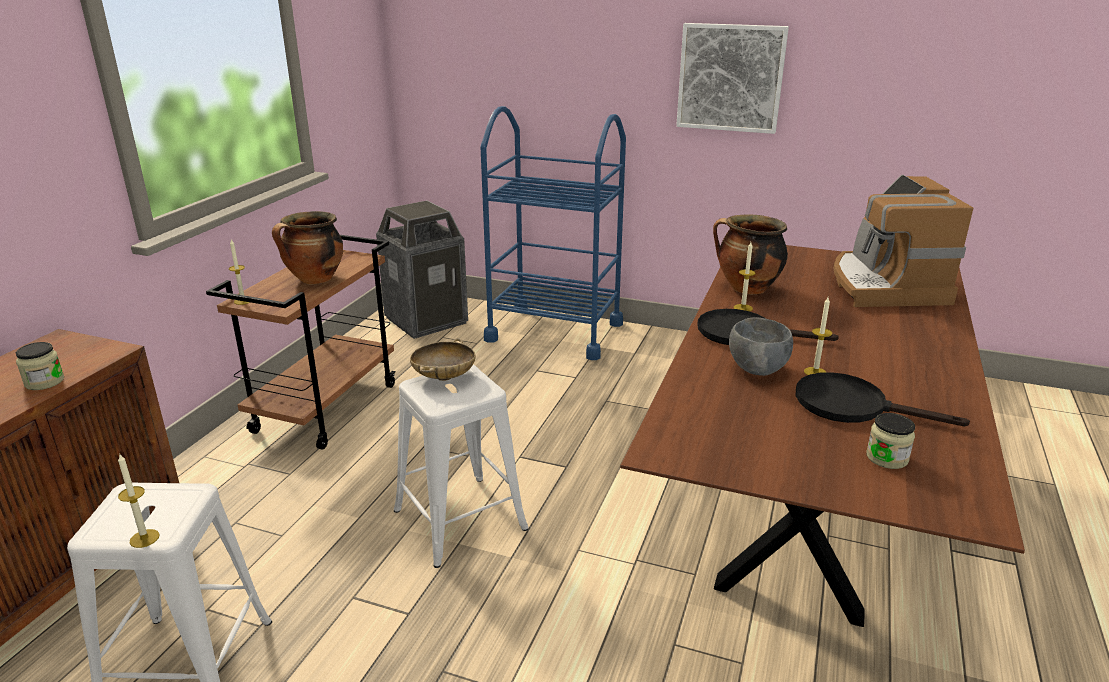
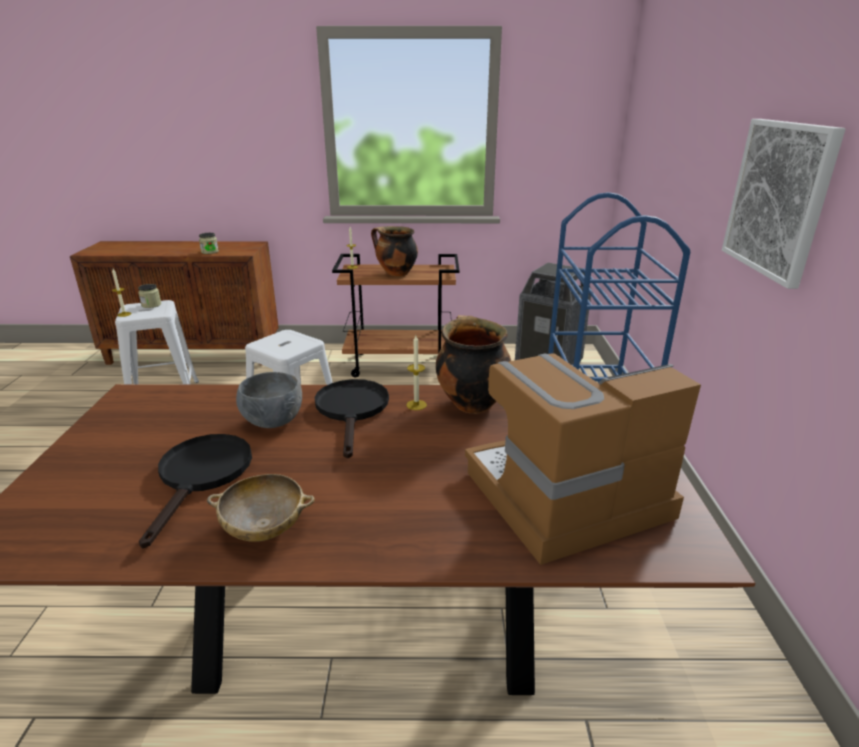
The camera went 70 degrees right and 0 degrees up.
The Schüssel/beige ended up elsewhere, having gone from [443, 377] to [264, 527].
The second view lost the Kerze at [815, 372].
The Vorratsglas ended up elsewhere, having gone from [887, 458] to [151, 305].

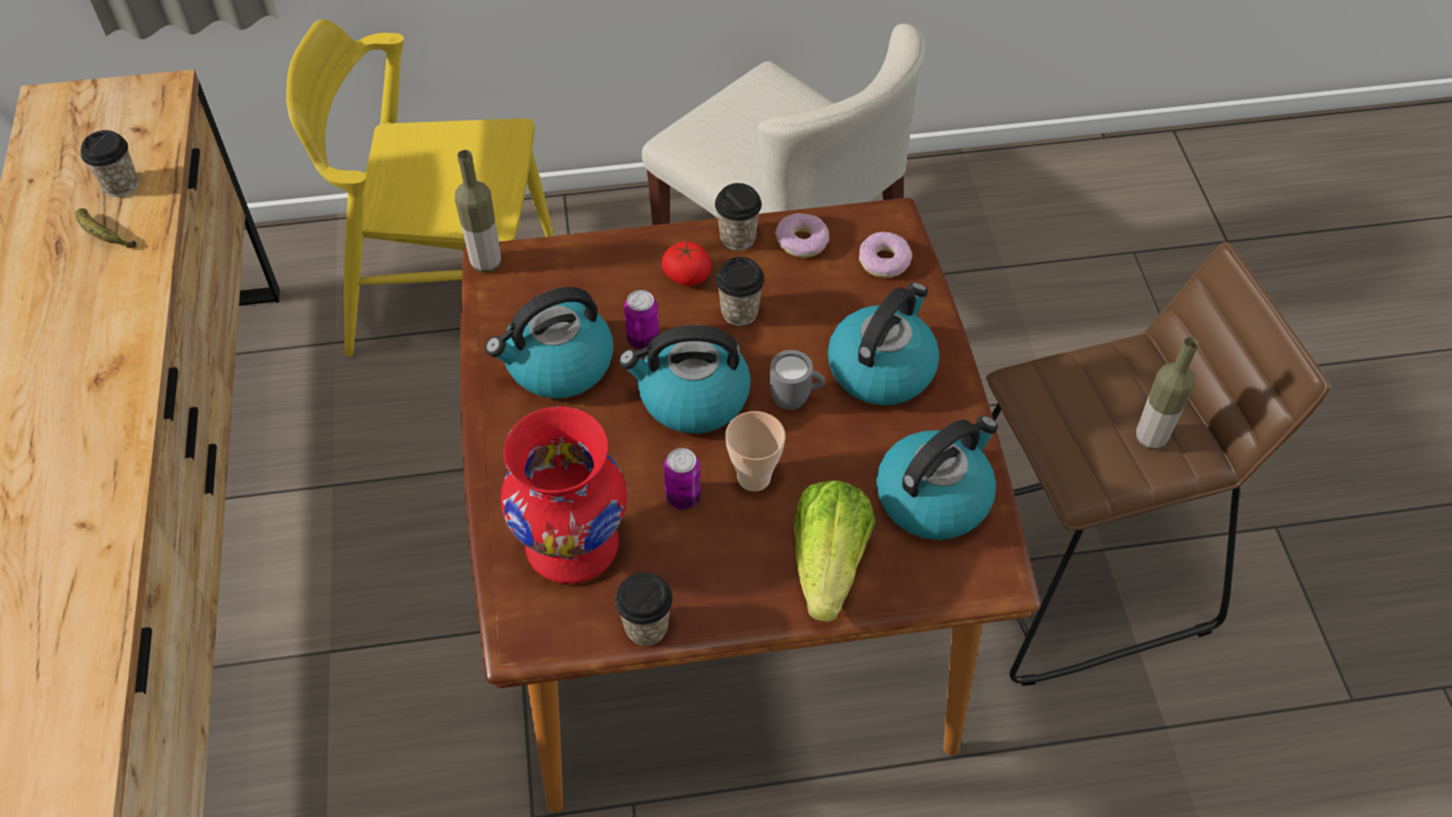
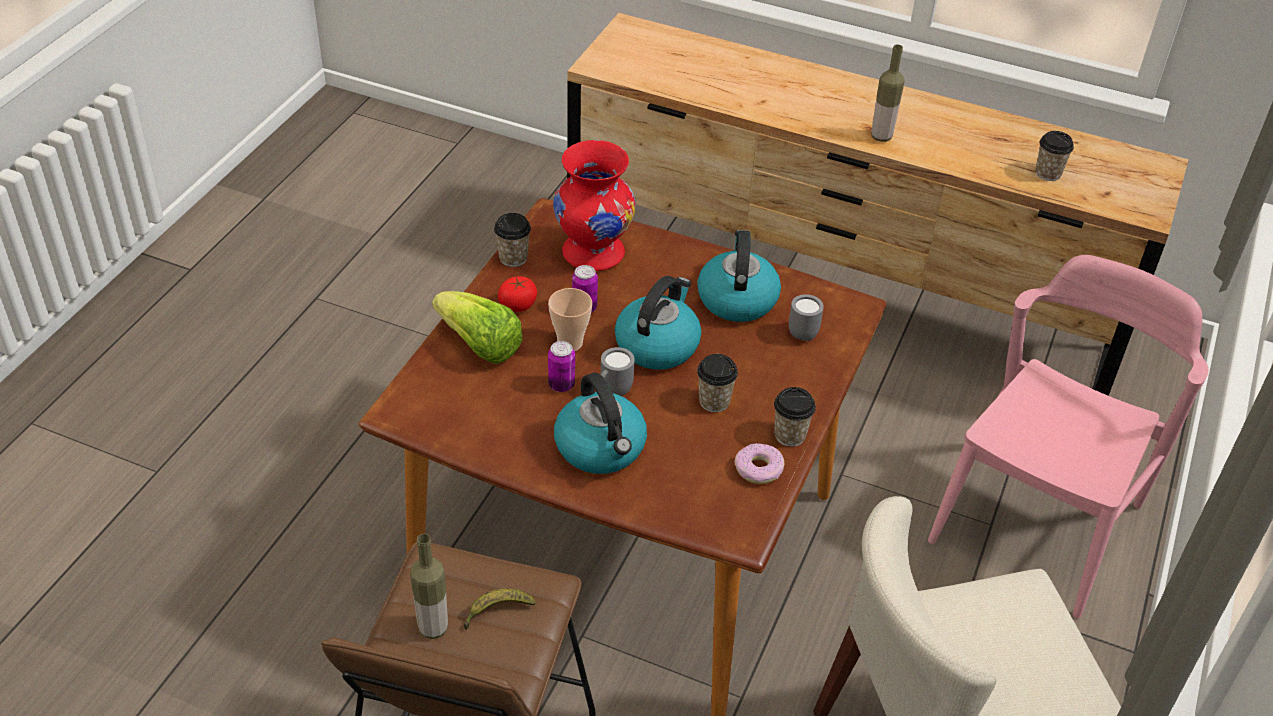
The camera went 120 degrees right and 10 degrees down.
The Banane ended up elsewhere, having gone from [104, 236] to [497, 612].
What was the Stuhl/gelb at [452, 294] turned into the Stuhl/rosa at [1037, 524].
The Flasche ended up elsewhere, having gone from [486, 263] to [881, 137].
The Dose ended up elsewhere, having gone from [643, 340] to [561, 385].
The Tomate ended up elsewhere, having gone from [687, 275] to [518, 304].
The second view lost the Donut at [884, 261].
The second view lost the Wasserkessel at [934, 497].
The second view gained the Henkelbecher/grau at [805, 332].

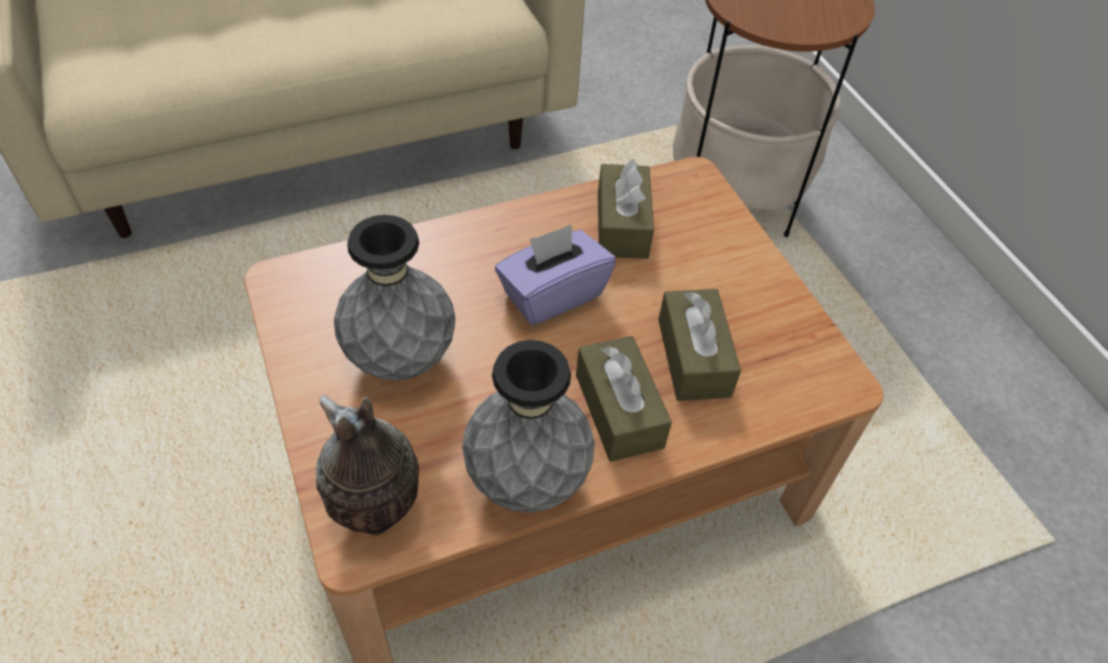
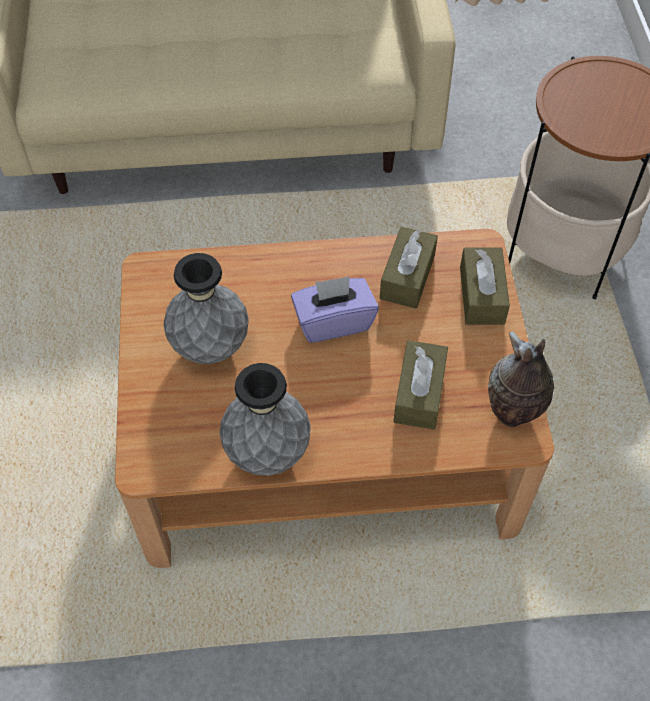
The camera went 20 degrees right and 5 degrees up.
The Vase ended up elsewhere, having gone from [376, 515] to [511, 414].
The Taschentuchbox/braun ended up elsewhere, having gone from [619, 410] to [481, 295].

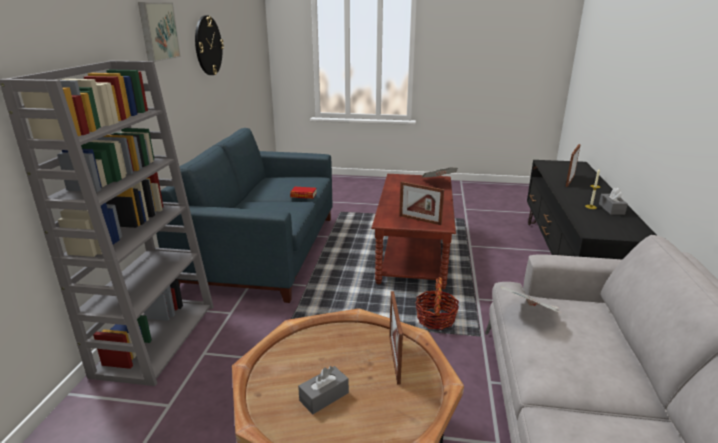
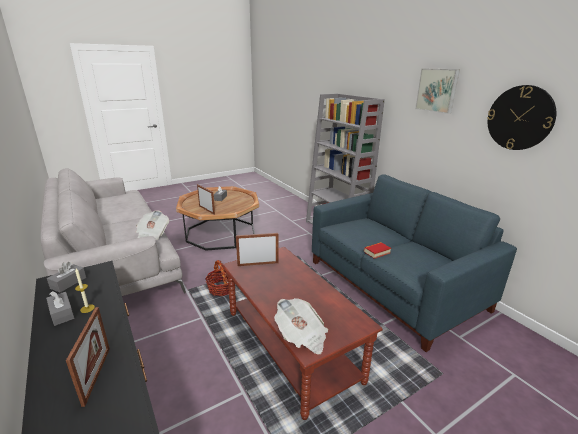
The camera went 140 degrees right and 0 degrees up.
The second view gained the Taschentuchbox/grau at [68, 283].

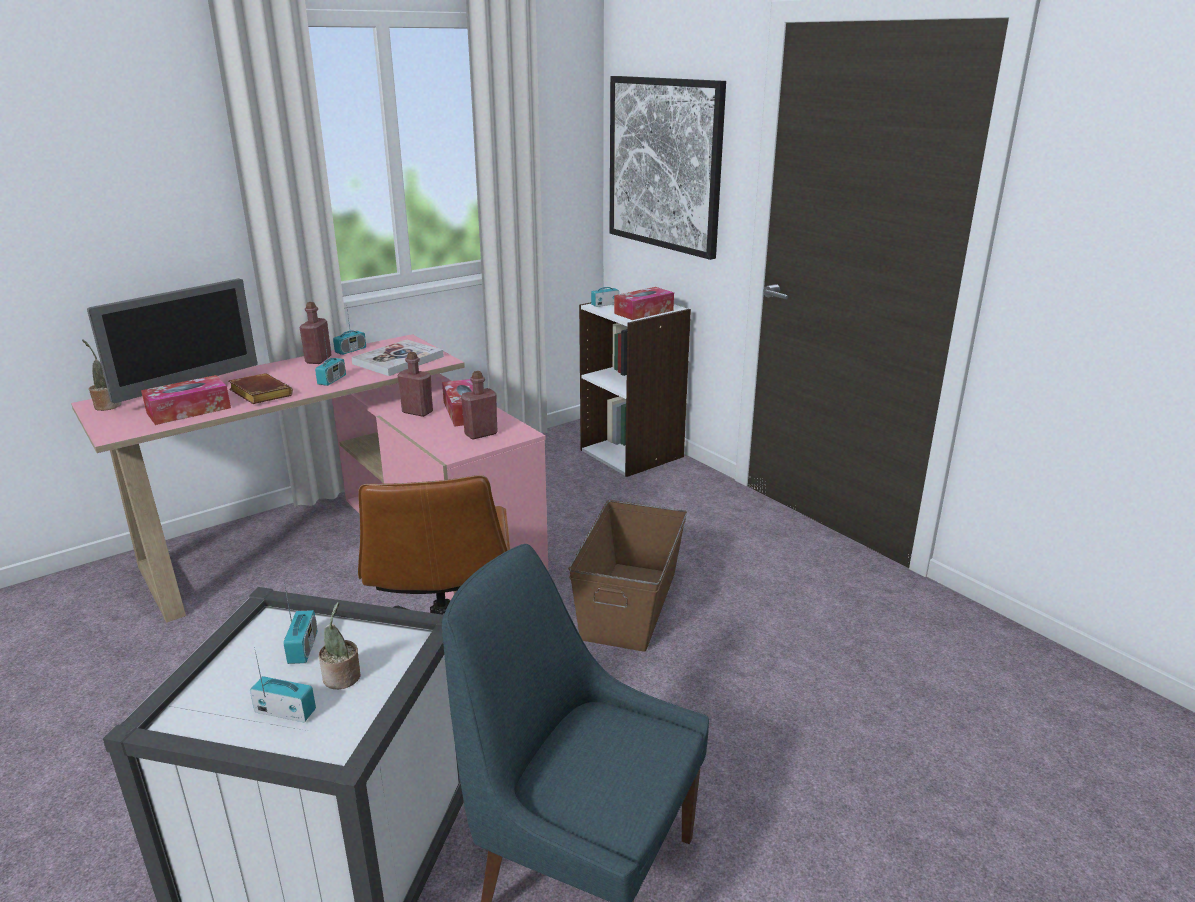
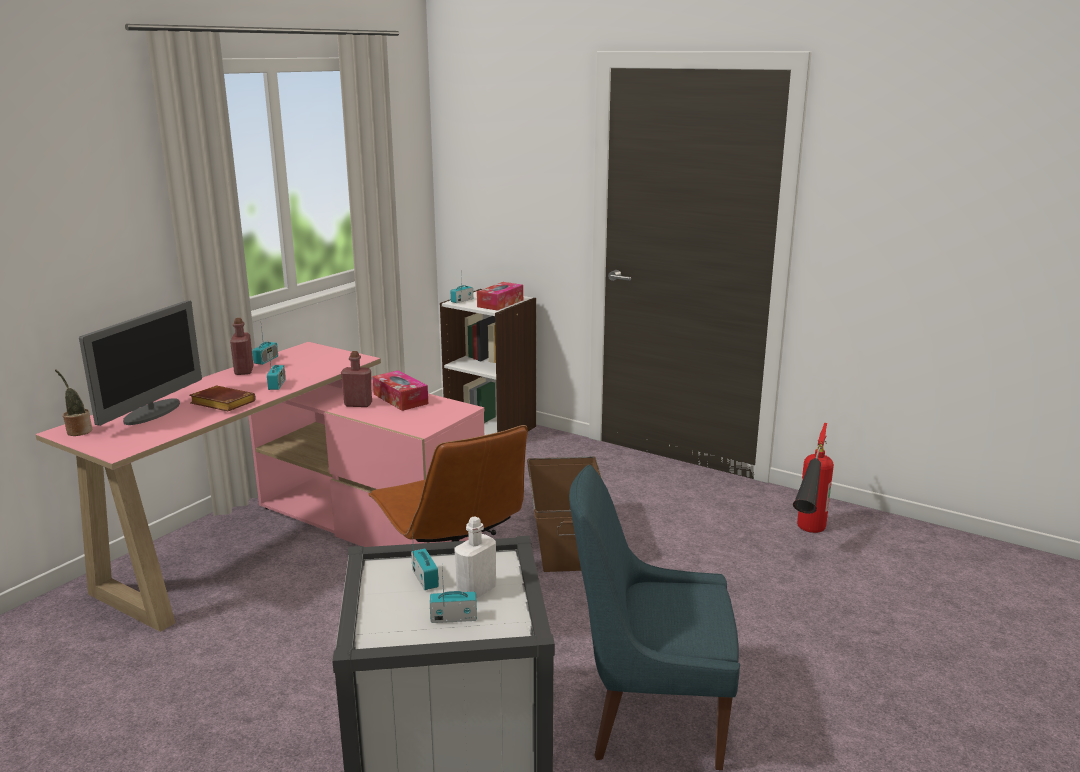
The camera went 20 degrees left and 5 degrees down.
The second view lost the Taschentuchbox at [189, 410].
Where the Topfpflanze stood at [342, 679], the Flasche/weiß came to stand at [476, 591].
The second view lost the Buch at [398, 360].
The second view lost the Flasche/rot at [481, 434].
The second view lost the Bild at [664, 164].
The second view gained the Feuerlöscher at [806, 538].

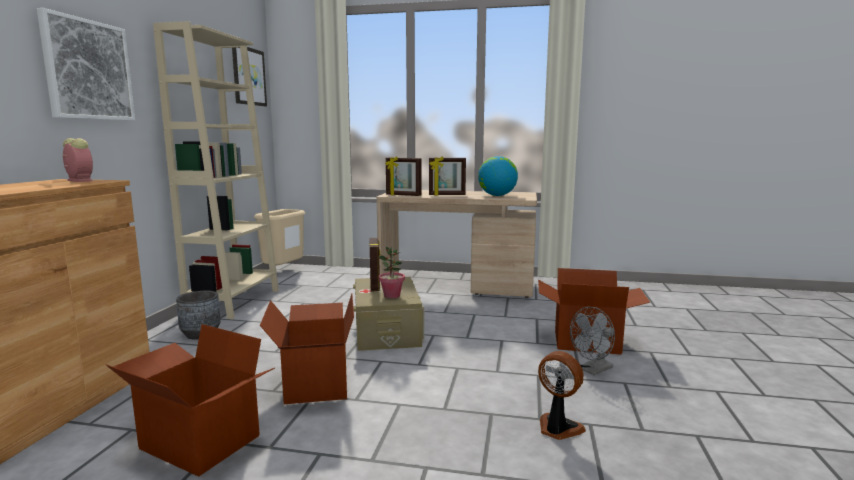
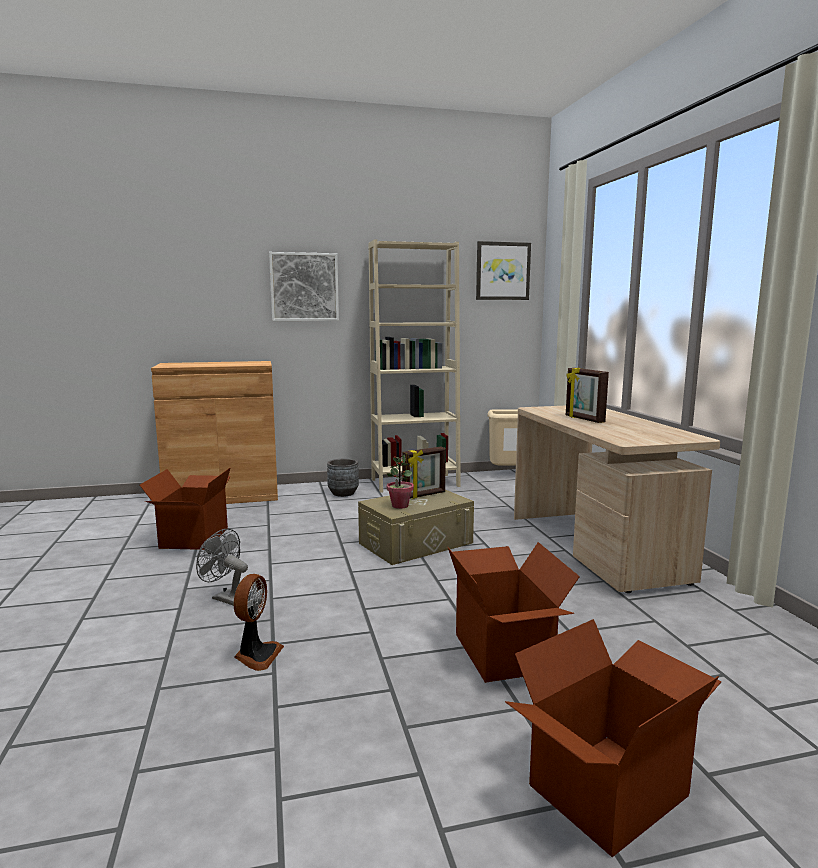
The camera went 65 degrees right and 0 degrees up.
The second view lost the Wecker at [79, 180].
The Karton ended up elsewhere, having gone from [315, 384] to [606, 788].
The second view lost the Bilderrahmen at [403, 195].
The second view lost the Globus at [497, 195].
The Ventilator/grau ended up elsewhere, having gone from [593, 370] to [226, 598].

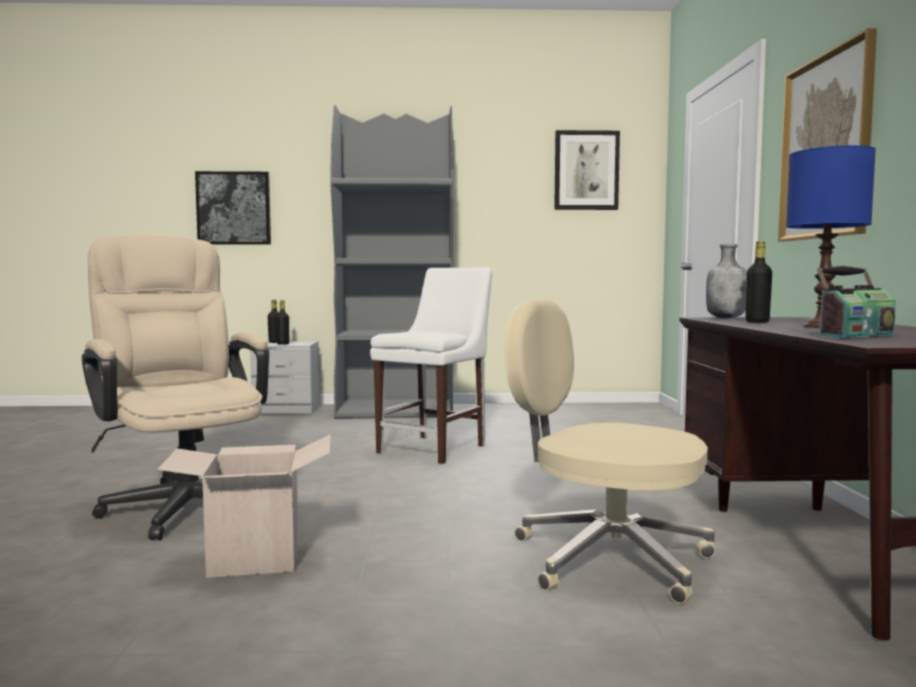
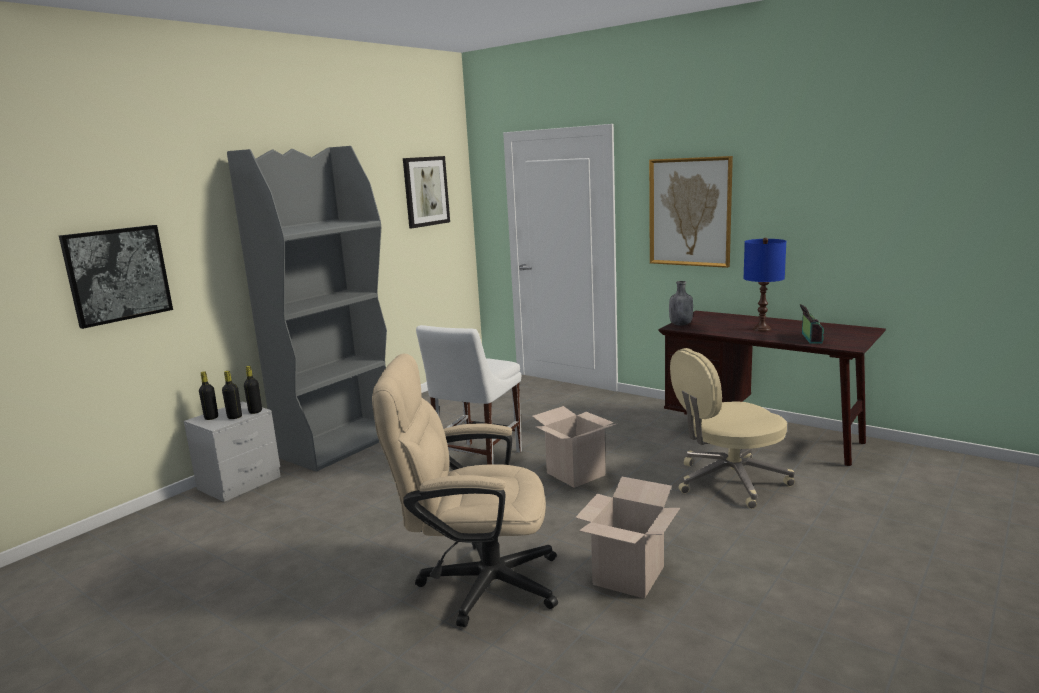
The camera went 50 degrees left and 10 degrees up.
The Stuhl/weiß at [436, 448] ended up facing another way, 135 degrees counterclockwise from before.
The Flasche/schwarz ended up elsewhere, having gone from [757, 322] to [255, 411].
The second view gained the Karton at [575, 474].

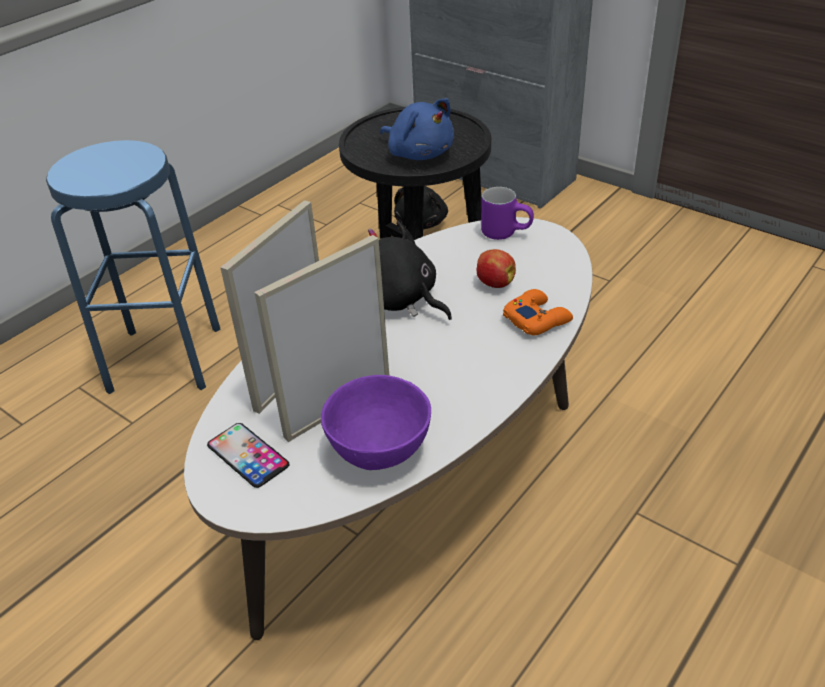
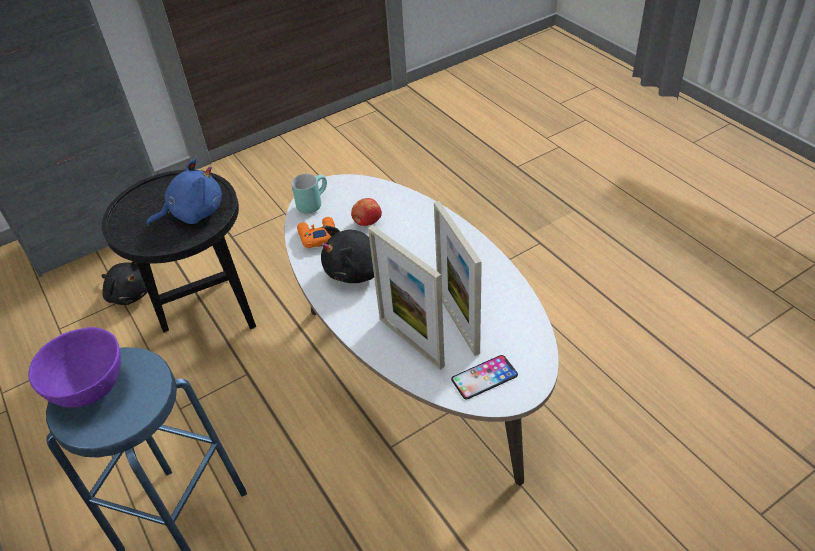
The camera went 70 degrees left and 5 degrees up.
The Schüssel/lila ended up elsewhere, having gone from [381, 452] to [92, 388].
What was the Henkelbecher/lila at [506, 232] turned into the Henkelbecher/türkis at [312, 203].
The Gamepad/orange ended up elsewhere, having gone from [537, 319] to [317, 236].

